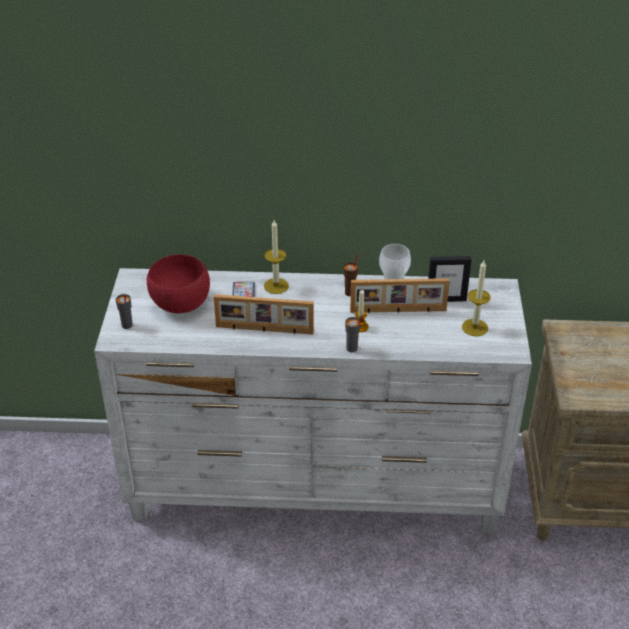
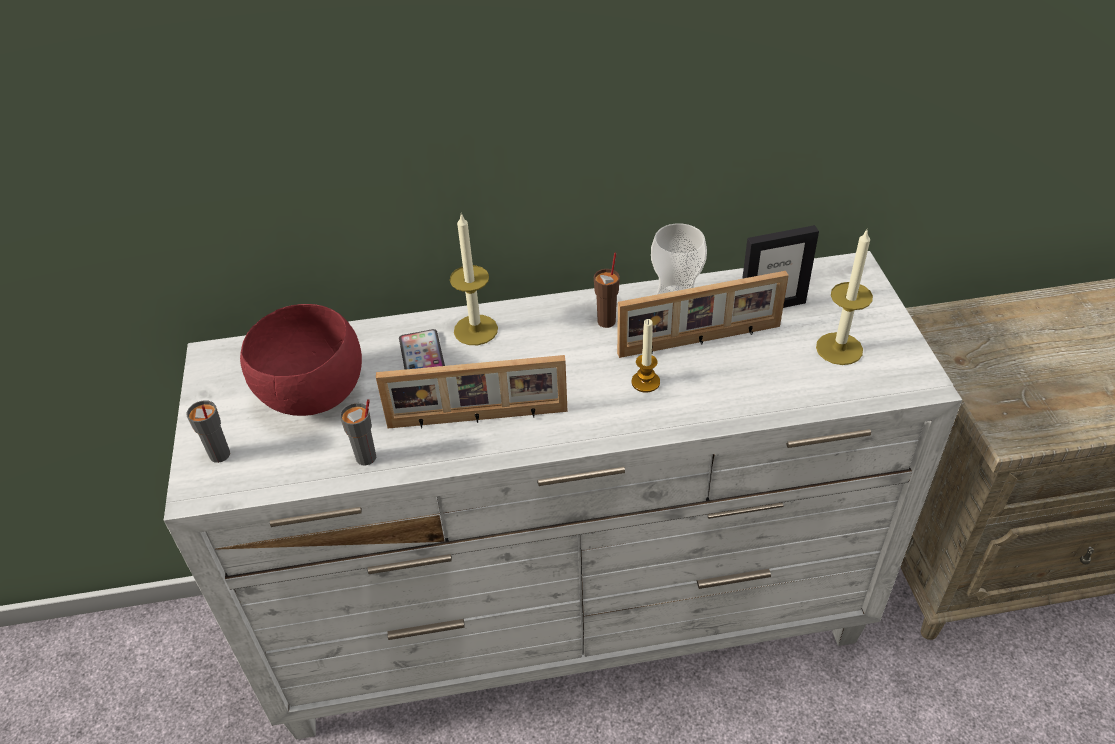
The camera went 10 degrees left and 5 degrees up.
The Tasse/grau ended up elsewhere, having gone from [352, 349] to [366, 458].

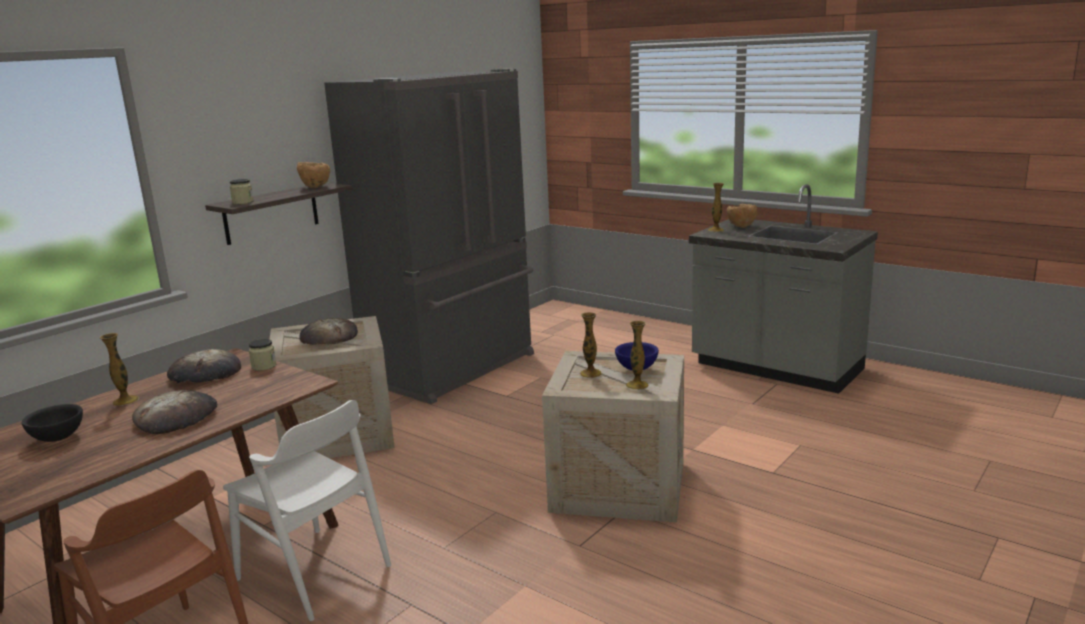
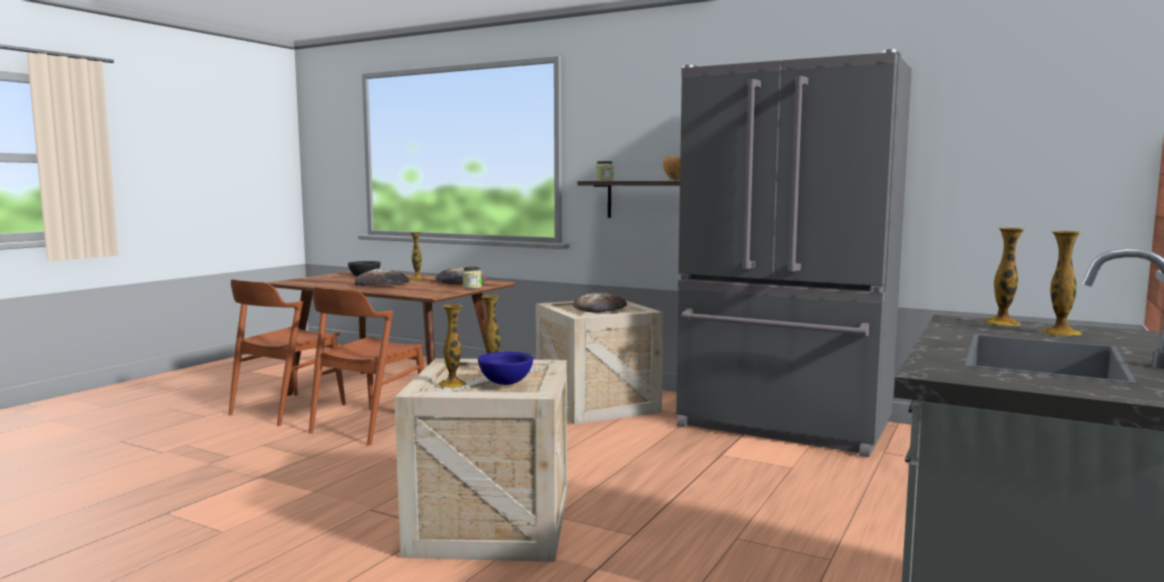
The camera went 80 degrees right and 10 degrees down.
What was the Stuhl/weiß at [314, 572] turned into the Stuhl/braun at [370, 426].
Where the Schüssel/braun stood at [741, 227], the Vase came to stand at [1061, 333].

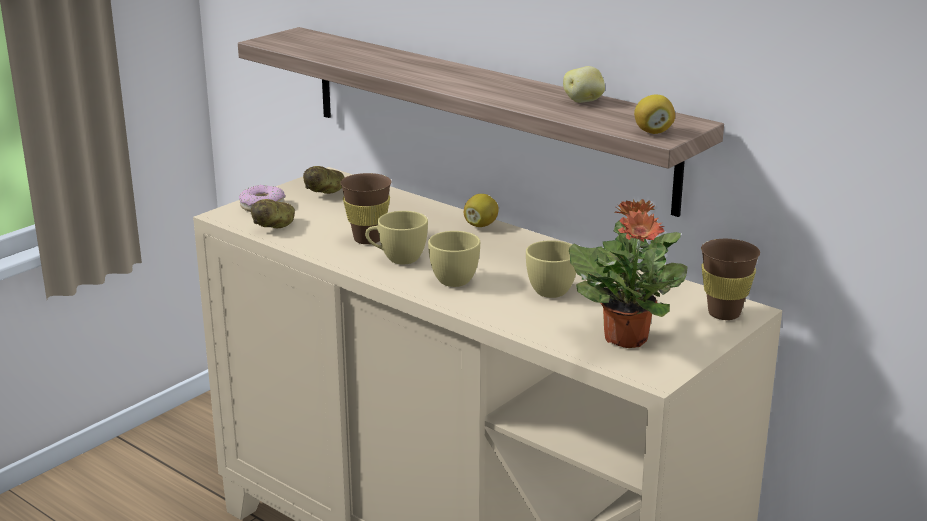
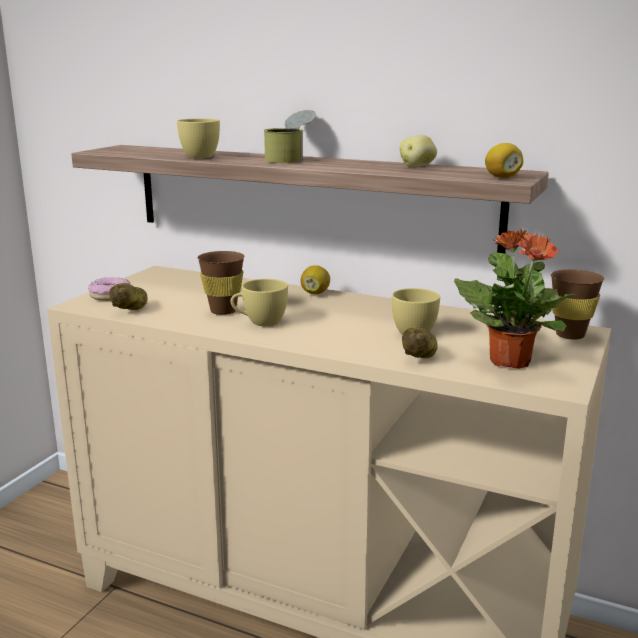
The camera went 15 degrees left and 5 degrees down.
The Kartoffel ended up elsewhere, having gone from [326, 192] to [420, 357].
The Tasse/gelb ended up elsewhere, having gone from [452, 278] to [198, 156].
The second view gained the Dose at [291, 159].

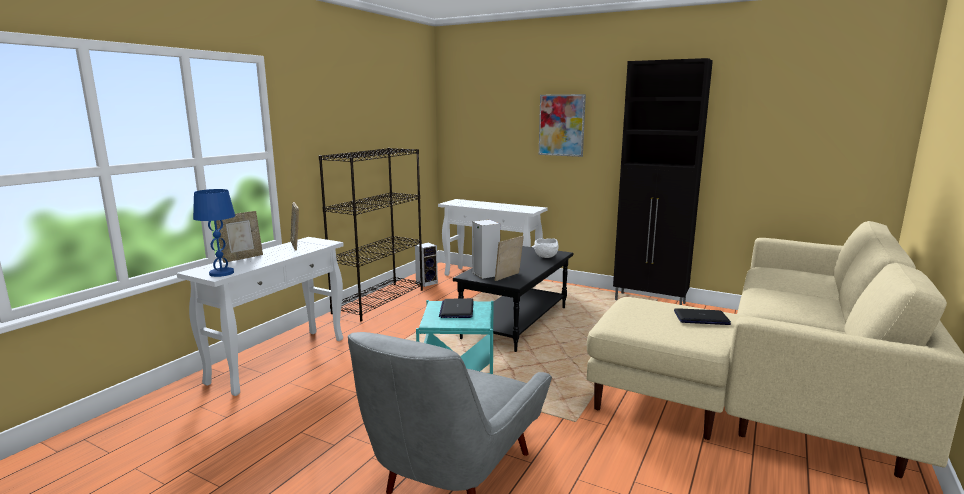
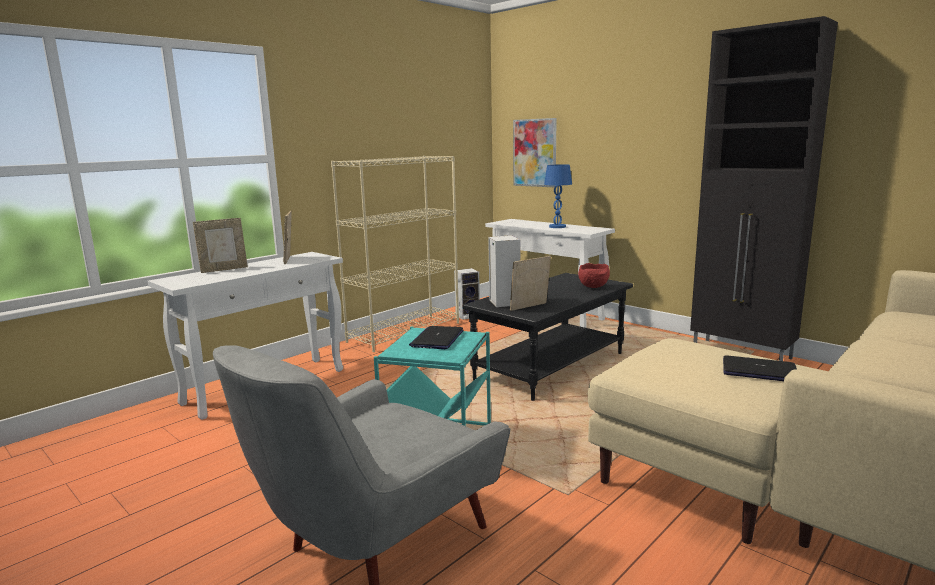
The camera went 15 degrees right and 0 degrees up.
The Tischlampe/blau ended up elsewhere, having gone from [221, 273] to [557, 227].
What was the Bücherregal/schwarz at [379, 301] turned into the Bücherregal/beige at [405, 332].
What was the Schüssel/weiß at [546, 257] turned into the Schüssel/rot at [594, 287].
The Bild ended up elsewhere, having gone from [561, 125] to [534, 153].

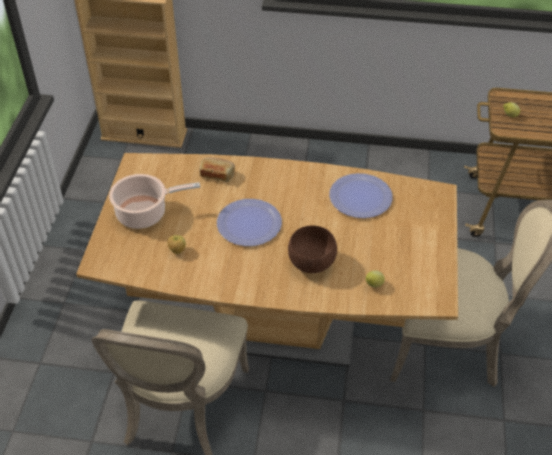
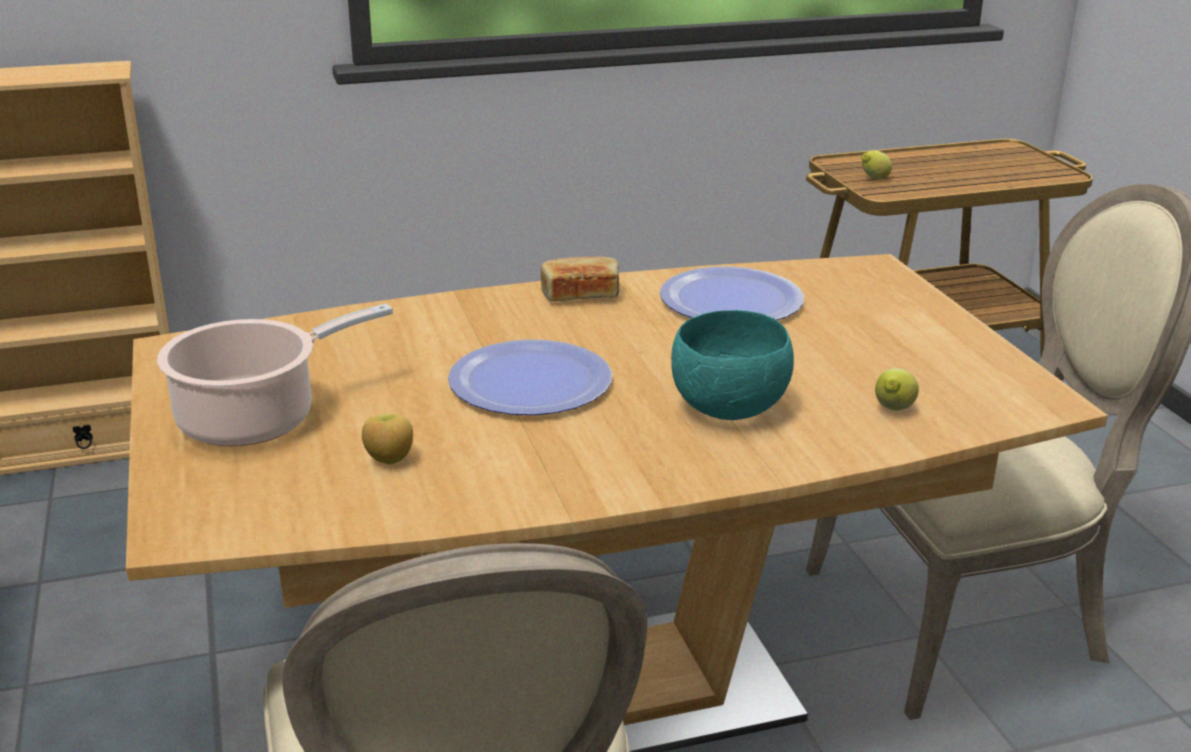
The camera went 25 degrees left and 20 degrees down.
The Brot ended up elsewhere, having gone from [217, 174] to [580, 295].
What was the Schüssel/braun at [312, 264] turned into the Schüssel/türkis at [731, 410].

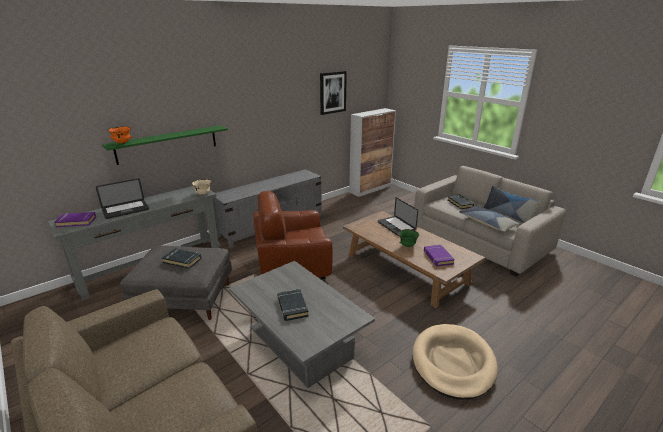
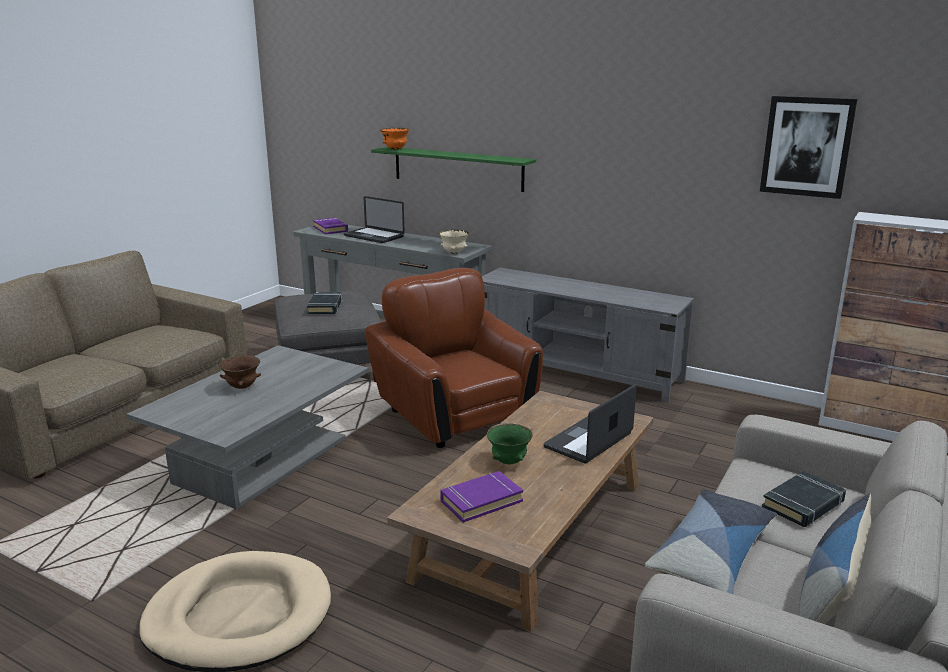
The camera went 70 degrees right and 5 degrees down.
Where the Buch/schwarz stood at [292, 307], the Schüssel/braun came to stand at [242, 387].

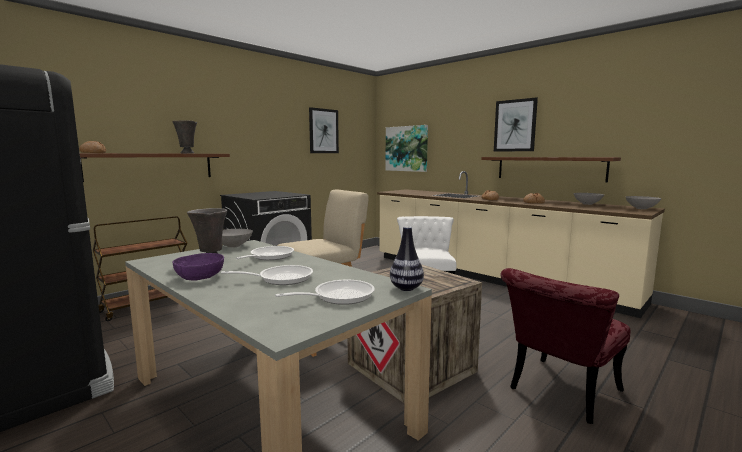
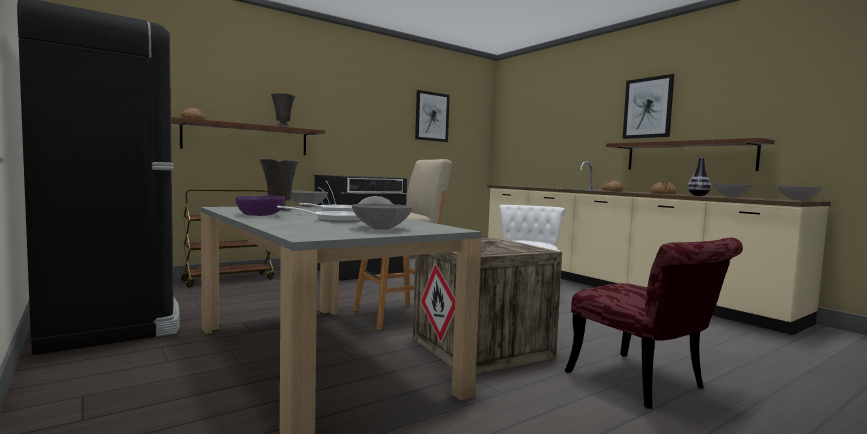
The camera went 10 degrees right and 5 degrees down.
Where the Pfanne stood at [338, 296], the Schüssel/grau came to stand at [381, 228].
The second view lost the Bild at [406, 148].
The Vase ended up elsewhere, having gone from [406, 288] to [698, 195].
The Stuhl/rot at [559, 394] ended up facing another way, 90 degrees counterclockwise from before.

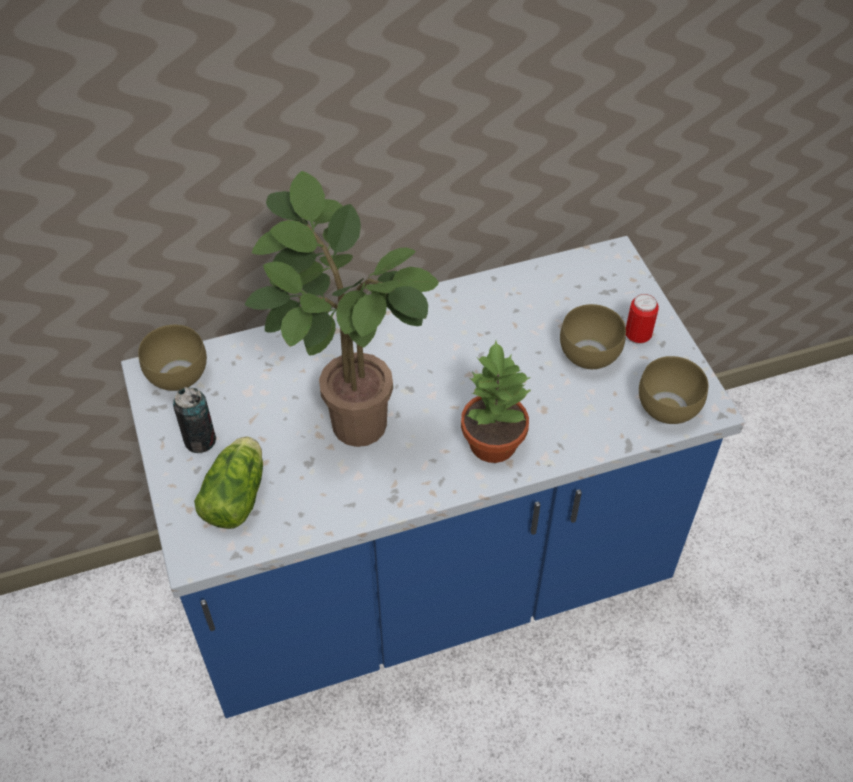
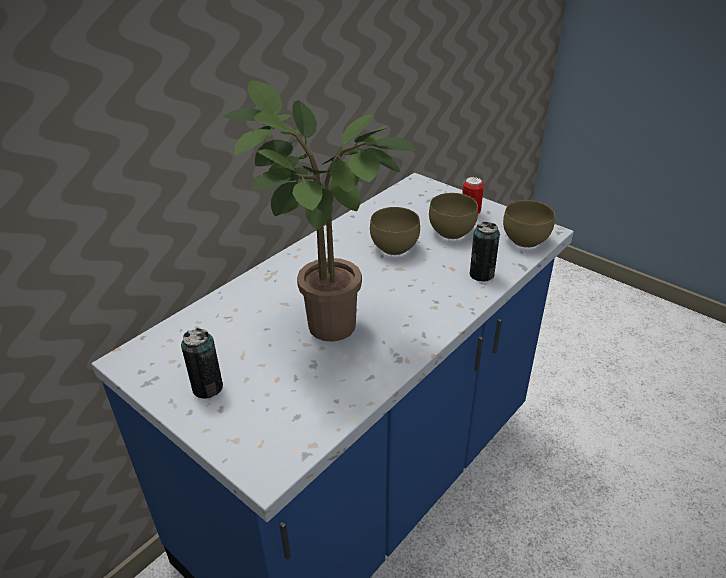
The camera went 30 degrees left and 15 degrees down.
The Schüssel/braun ended up elsewhere, having gone from [180, 375] to [394, 246].
The second view lost the Salatkopf at [237, 493].
The second view lost the Topfpflanze at [492, 442].
The second view gained the Dose at [481, 274].

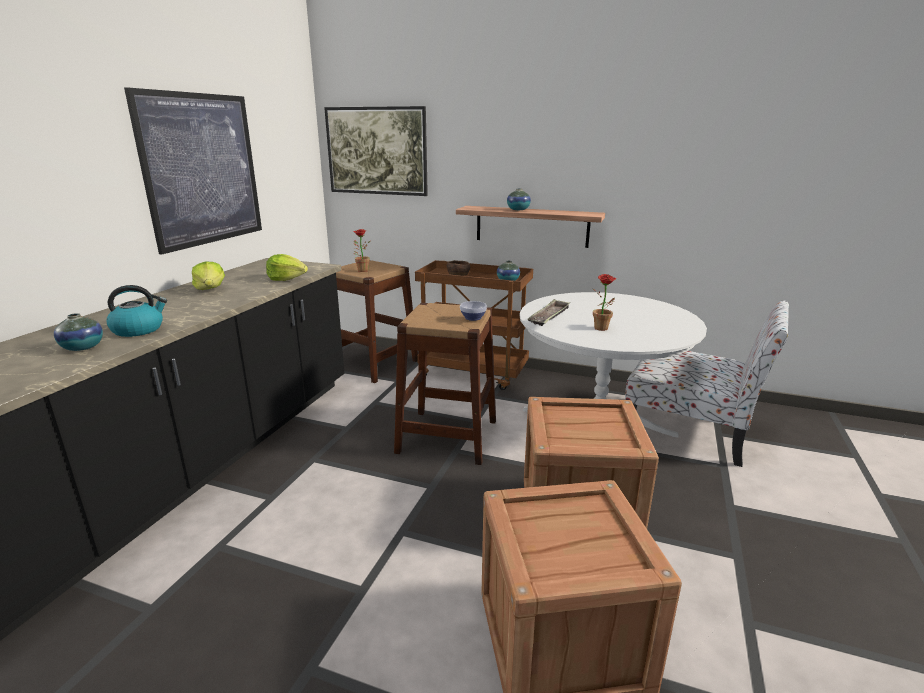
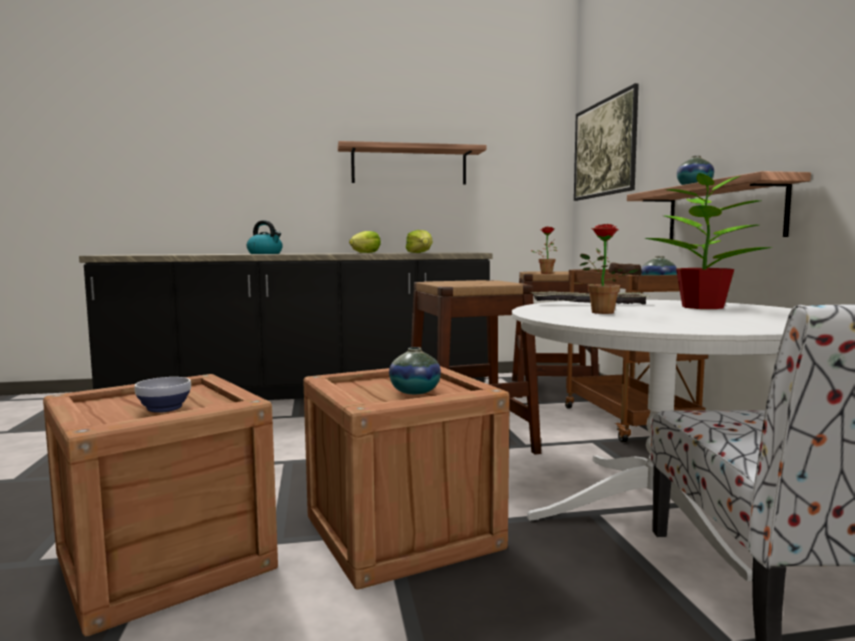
The camera went 60 degrees right and 15 degrees down.
The Vase ended up elsewhere, having gone from [82, 347] to [415, 392].
Where the Bild hung at [202, 170], the Wandregal came to hang at [409, 166].
The Schüssel ended up elsewhere, having gone from [472, 318] to [164, 408].
The second view gained the Topfpflanze at [703, 307].

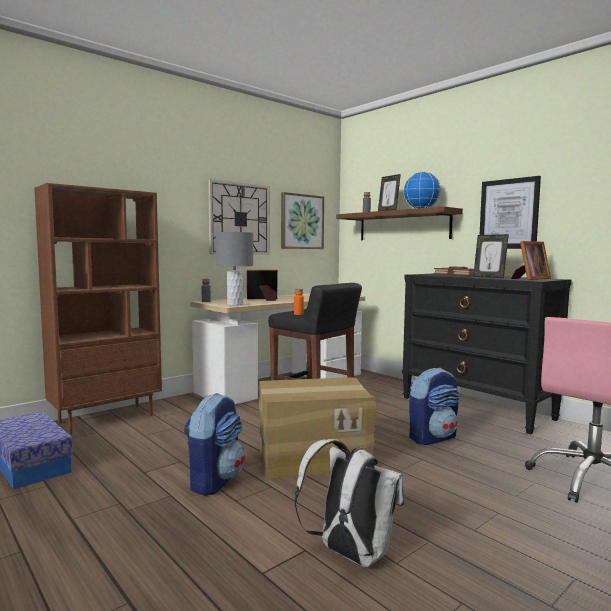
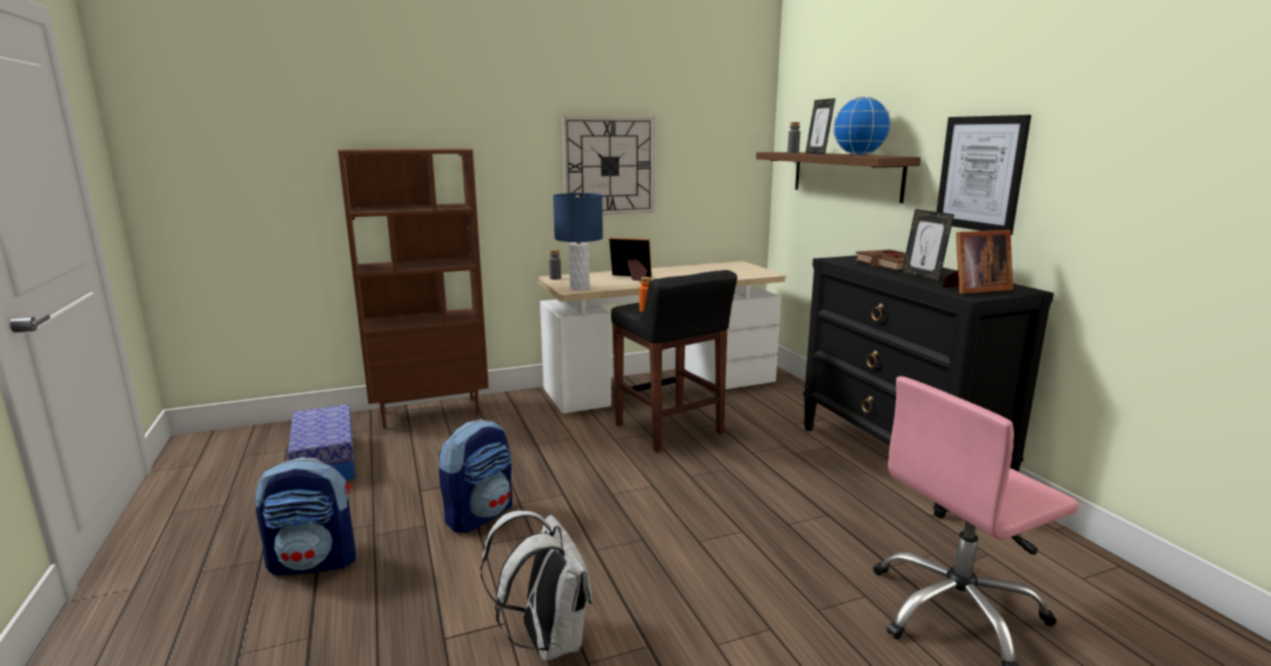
The camera went 20 degrees right and 10 degrees up.
What was the Tischlampe/grau at [235, 304] turned into the Tischlampe/blau at [579, 288].
The second view lost the Karton at [313, 457].
The second view lost the Bild at [301, 222].
The Rucksack ended up elsewhere, having gone from [432, 438] to [315, 562].

